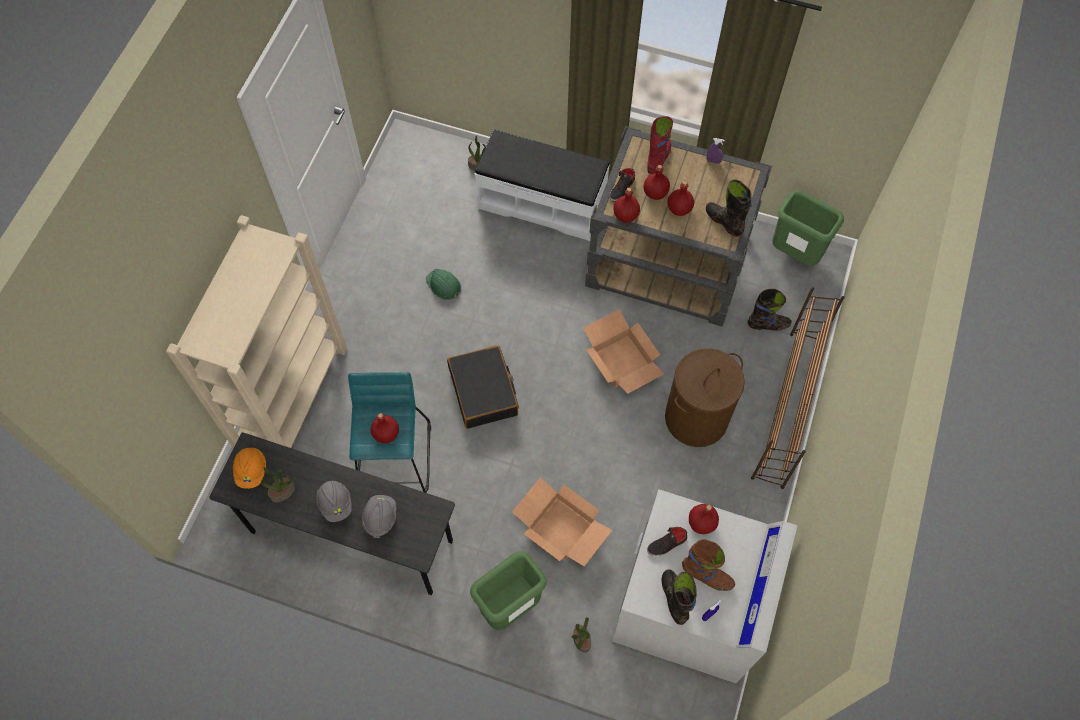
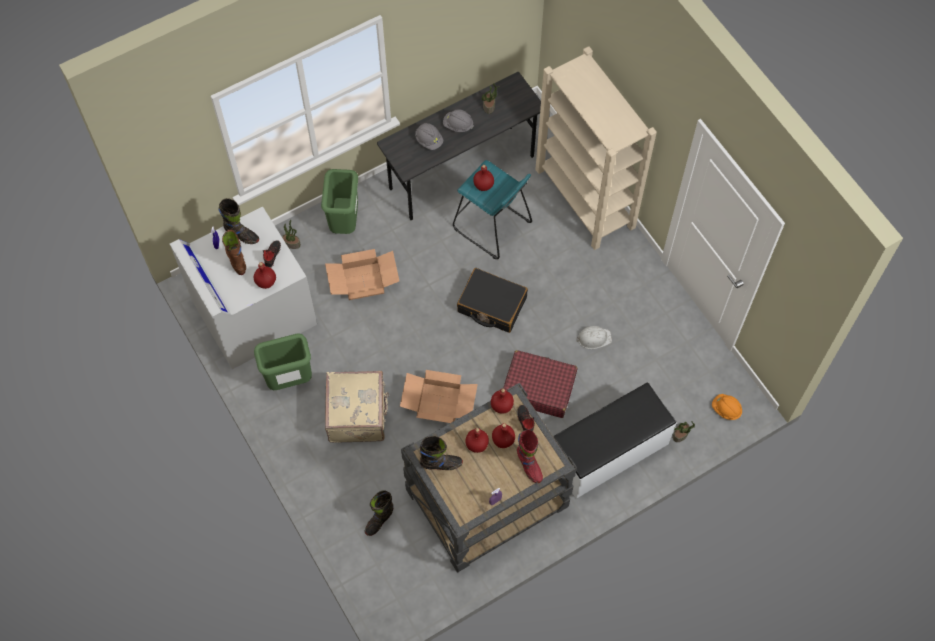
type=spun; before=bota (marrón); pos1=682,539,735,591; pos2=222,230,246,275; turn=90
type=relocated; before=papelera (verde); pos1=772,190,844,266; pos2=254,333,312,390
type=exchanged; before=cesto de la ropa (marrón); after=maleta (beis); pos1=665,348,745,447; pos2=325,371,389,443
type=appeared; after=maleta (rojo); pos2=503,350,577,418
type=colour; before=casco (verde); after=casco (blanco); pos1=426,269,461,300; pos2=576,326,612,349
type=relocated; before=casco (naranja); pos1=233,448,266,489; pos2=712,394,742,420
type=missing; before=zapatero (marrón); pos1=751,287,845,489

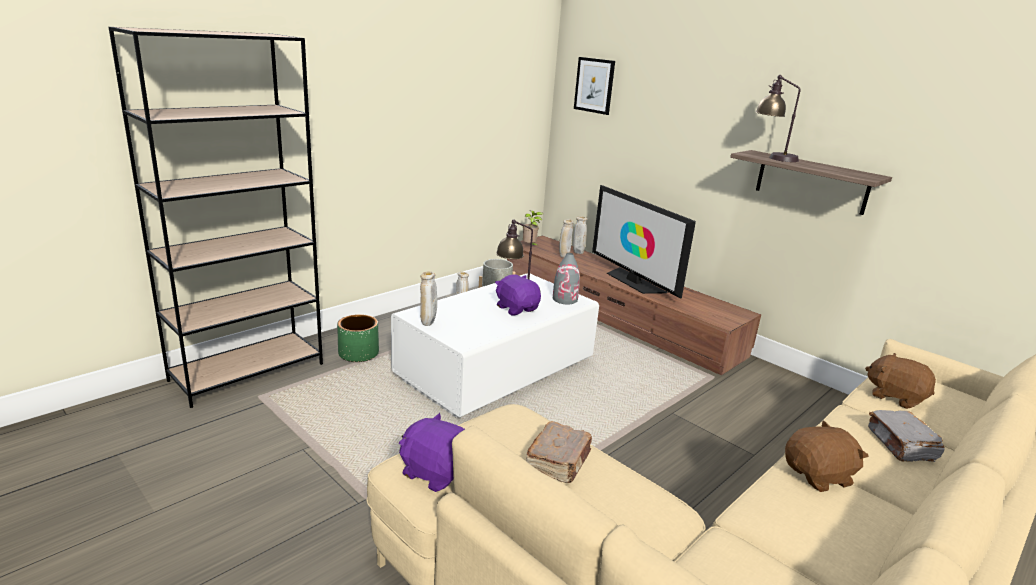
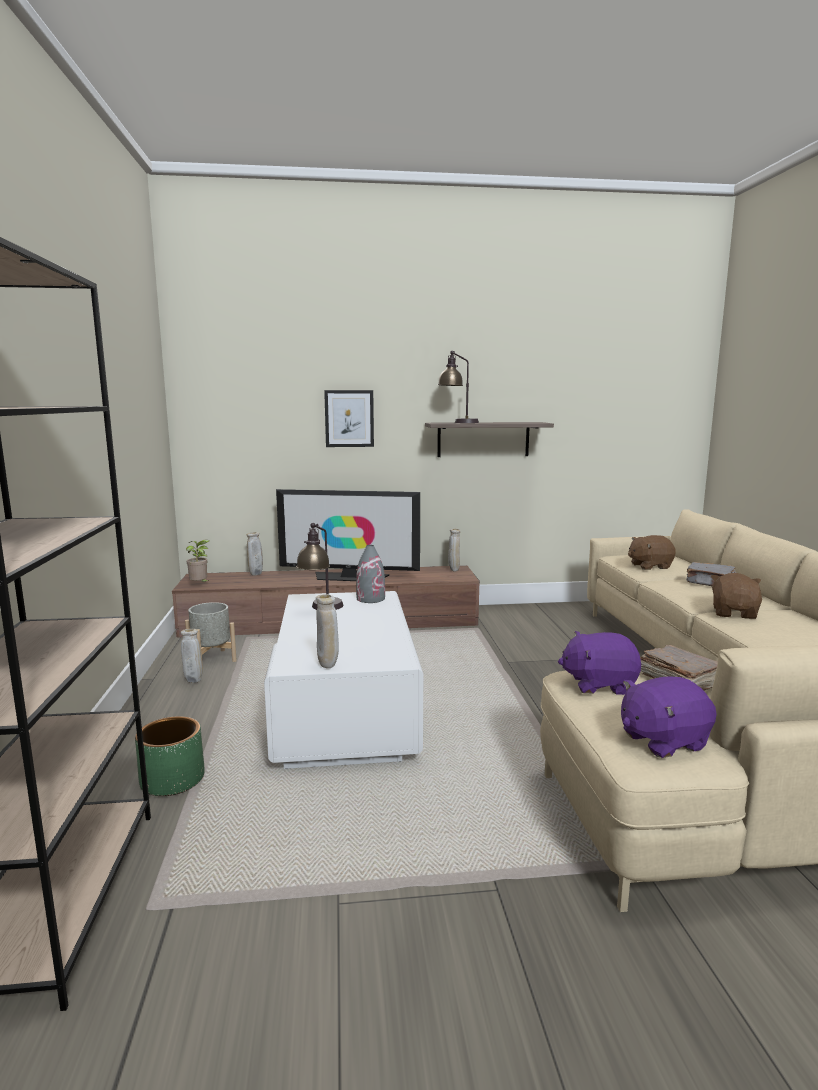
type=relocated; before=cuadro; pos1=574,57,615,115; pos2=324,390,374,447
type=relocated; before=florero (beis); pos1=559,219,574,258; pos2=448,529,460,572
type=relocated; before=peluche (morado); pos1=495,275,541,316; pos2=558,631,641,695

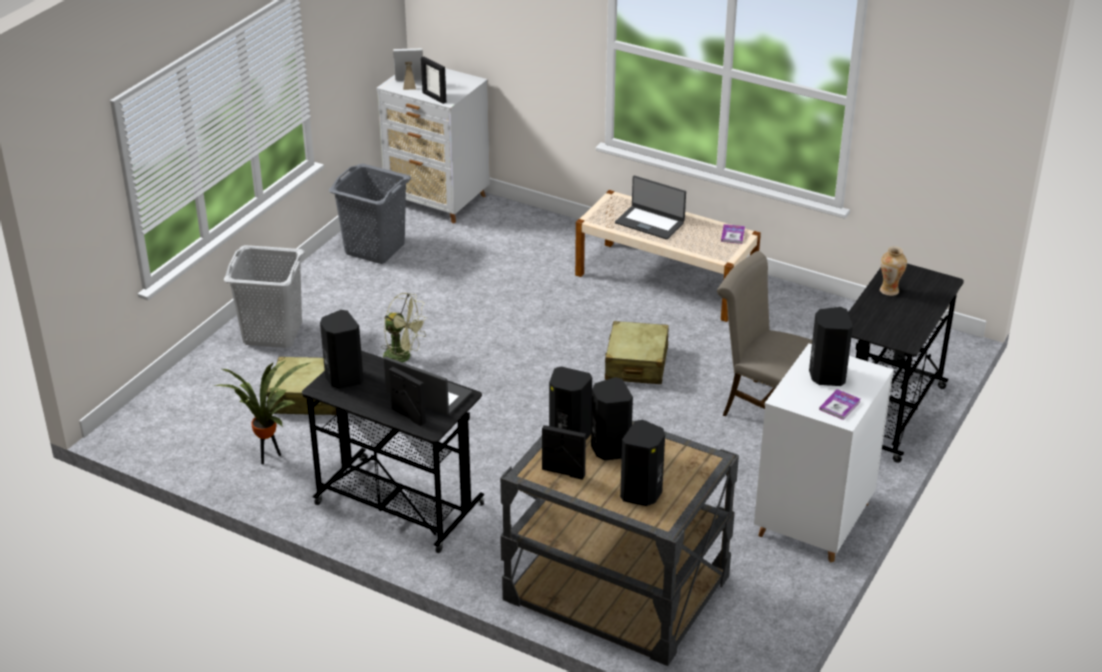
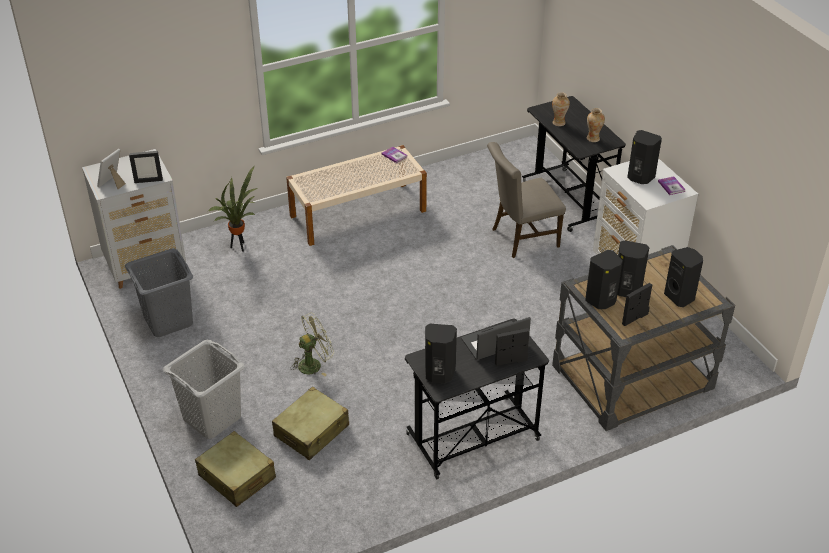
type=relocated; before=maleta (beis); pos1=605,321,669,384; pos2=195,431,276,507
type=relocated; before=planta en maceta; pos1=213,360,310,464; pos2=208,166,258,252
type=appeared; after=florero; pos2=587,108,605,142
type=missing; before=portátil; pos1=615,176,686,240

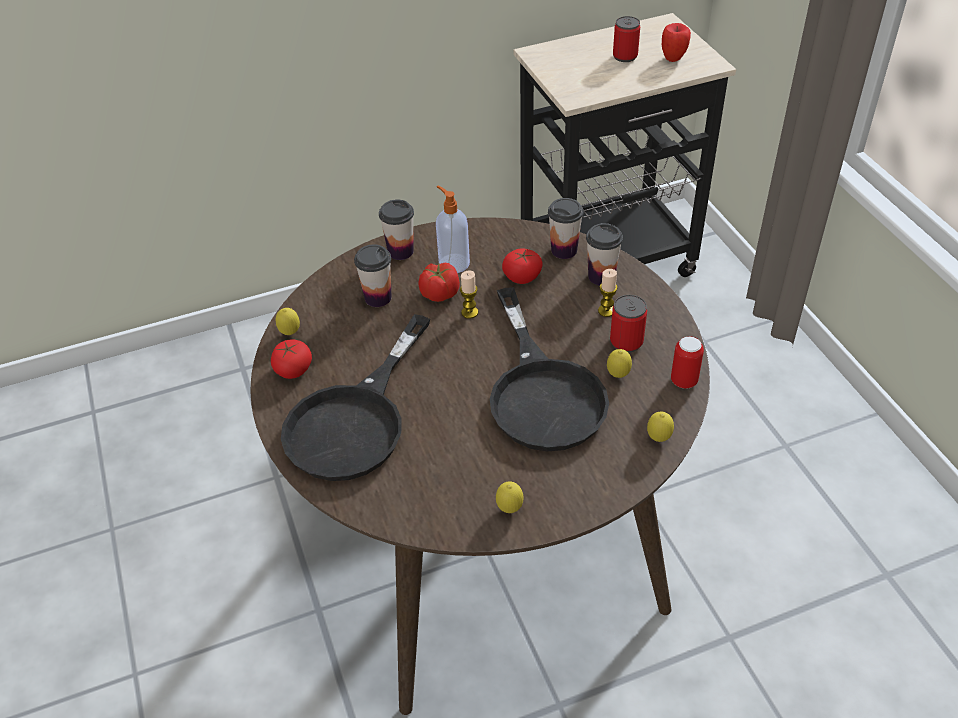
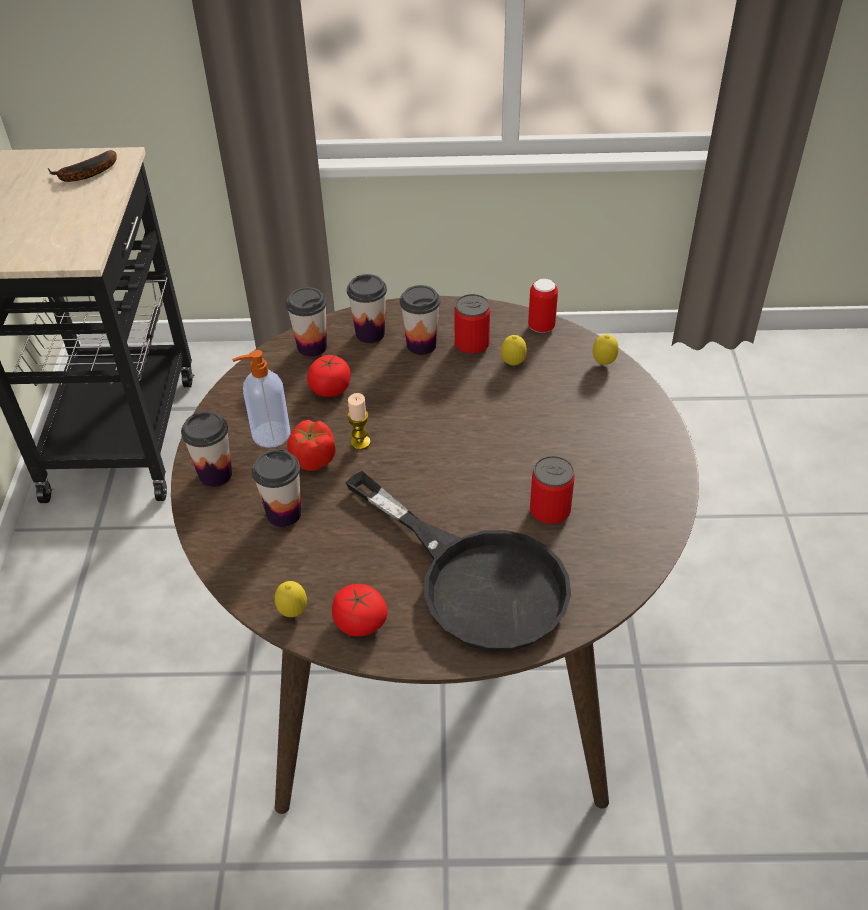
type=exchanged; before=manzana; after=plátano; pos1=662,23,691,62; pos2=47,150,117,182
type=exchanged; before=vela; after=taza; pos1=598,269,618,317; pos2=400,285,440,355
type=relocated; before=lata; pos1=613,16,640,62; pos2=530,456,575,526
type=missing; before=sartén (negro); pos1=490,287,609,451
type=missing; before=limón; pos1=496,481,524,513

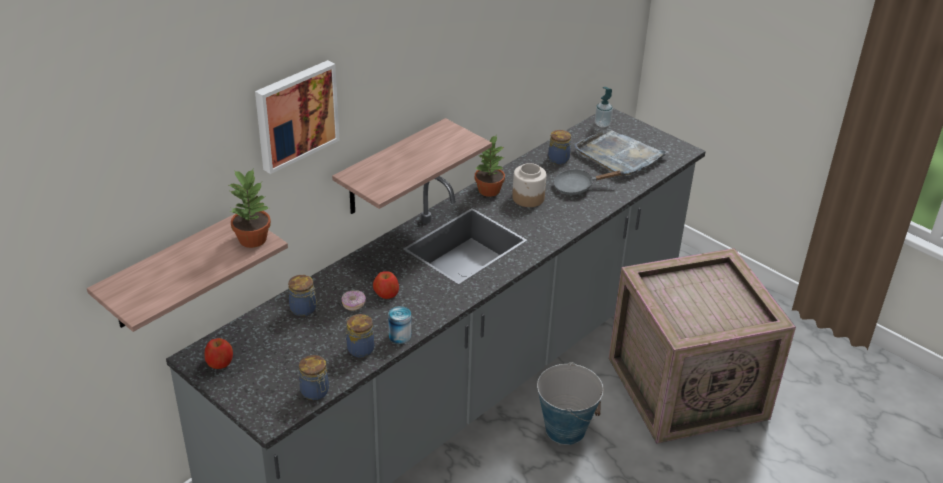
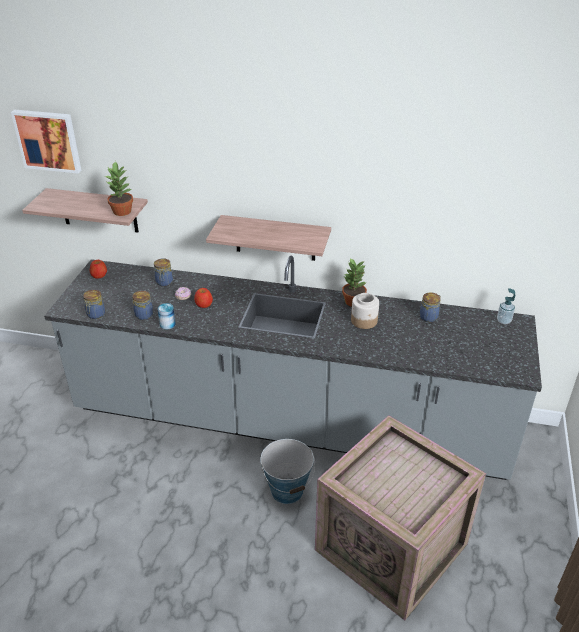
type=relocated; before=cuadro; pos1=255,60,340,174; pos2=11,110,81,173
type=missing; before=sartén (gris); pos1=554,169,622,195
type=missing; before=bandeja (gris); pos1=574,130,668,176

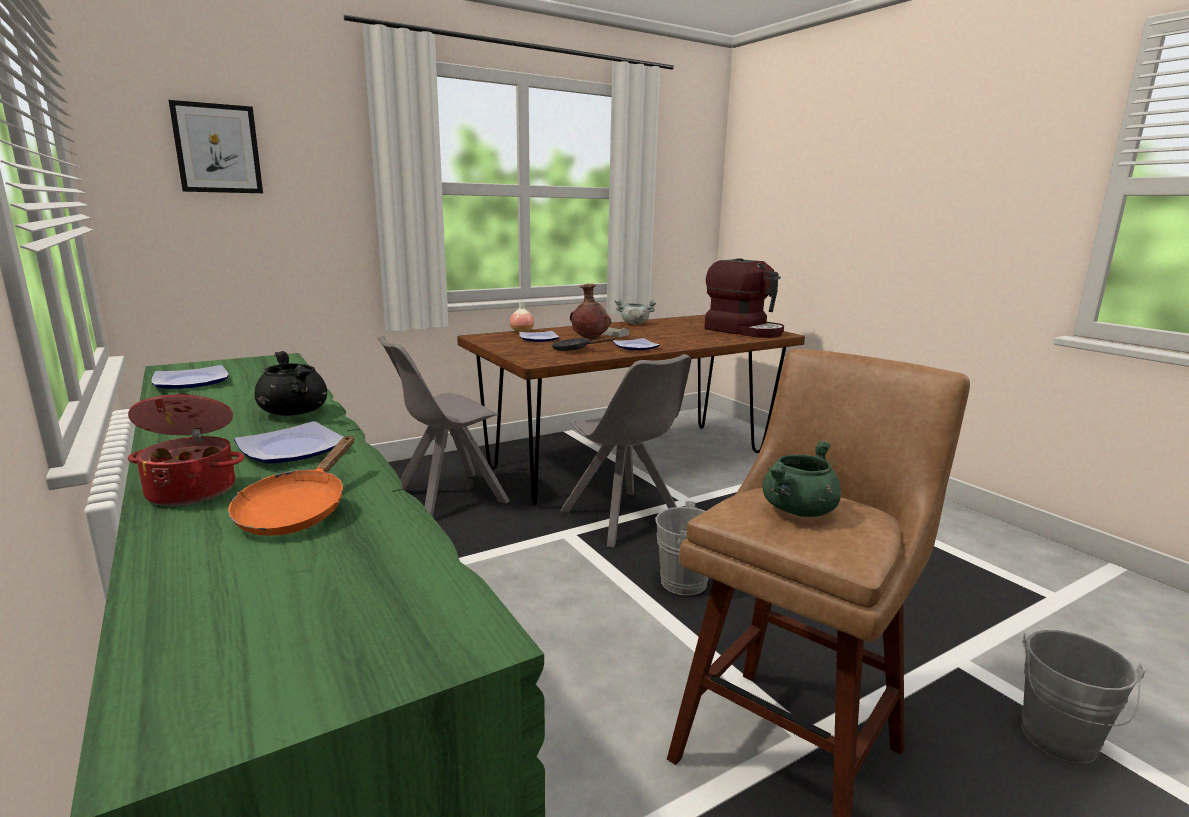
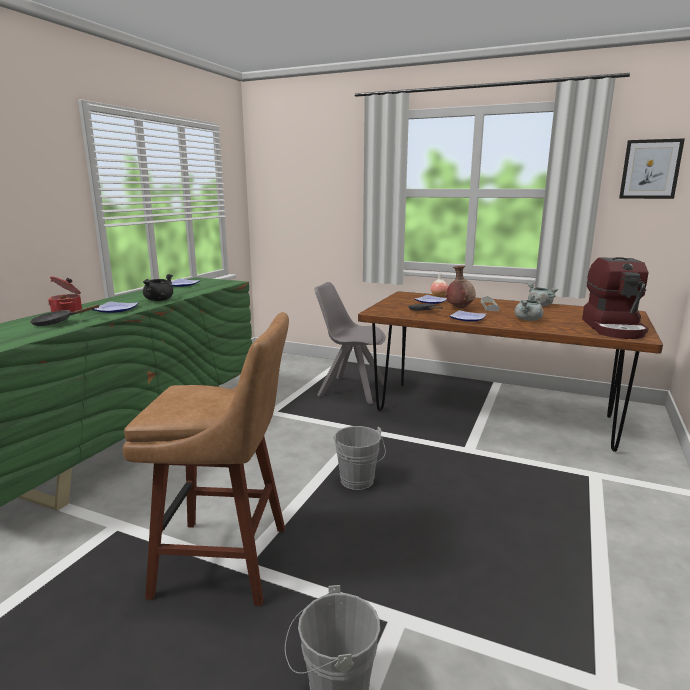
type=colour; before=sartén (naranja); after=sartén (negro); pos1=228,436,354,536; pos2=30,305,100,326
type=appeared; after=olla (gris); pos2=515,294,544,321
type=relocated; before=cuadro; pos1=168,100,263,193; pos2=619,138,685,199
type=missing; before=silla (gris); pos1=561,354,691,548
type=missing; before=olla (verde); pos1=762,440,841,517

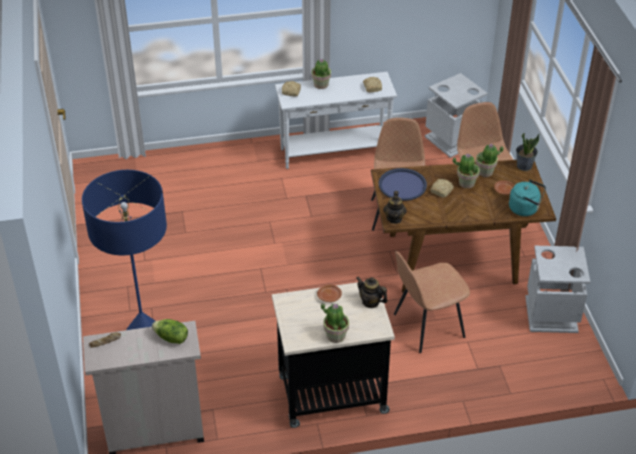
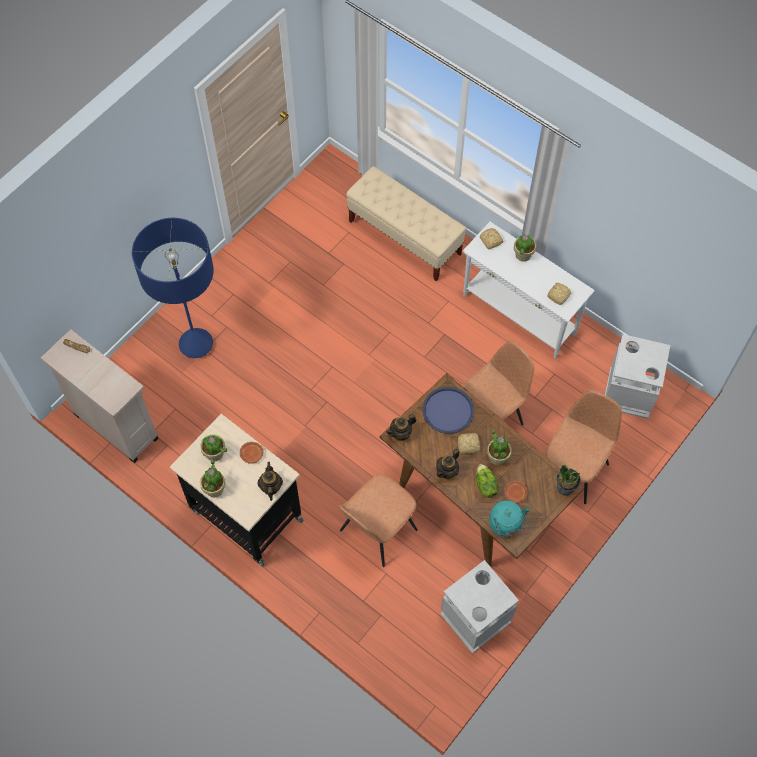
type=relocated; before=planta en maceta; pos1=476,143,503,177; pos2=200,434,228,461
type=spun; before=silla (marrón); pos1=394,251,470,353; pos2=338,475,418,567; turn=-75
type=appeared; after=banco (beis); pos2=346,166,466,281
type=appeared; after=tetera; pos2=436,449,459,479
type=relocated; before=lechuga; pos1=152,319,188,344; pos2=476,464,499,498

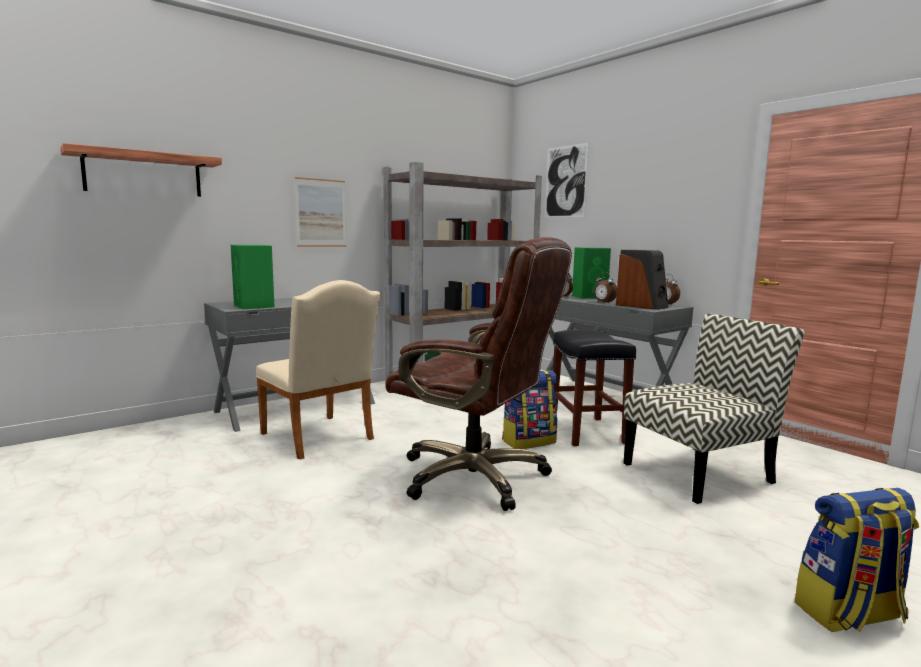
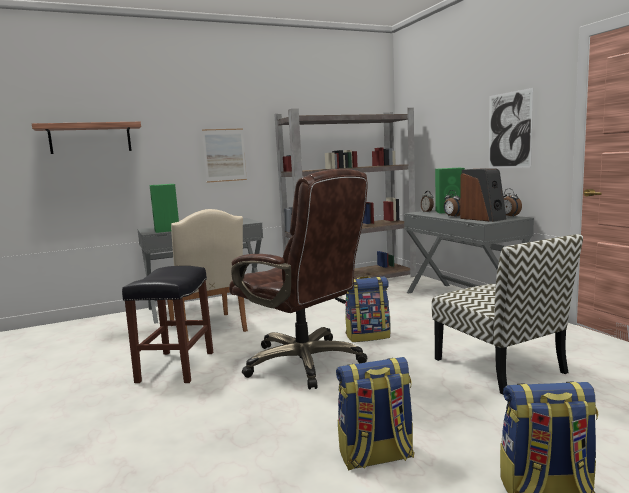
type=relocated; before=taburete (negro); pos1=553,329,636,446; pos2=122,266,213,383
type=appeared; after=mochila; pos2=336,357,414,471
type=spun; before=silla; pos1=623,313,805,504; pos2=432,234,583,395; turn=75
type=relocated; before=cuadro; pos1=545,143,588,218; pos2=489,88,533,168

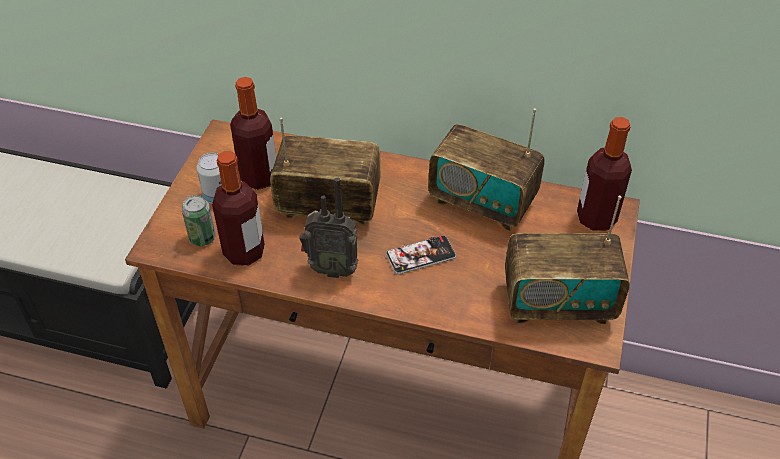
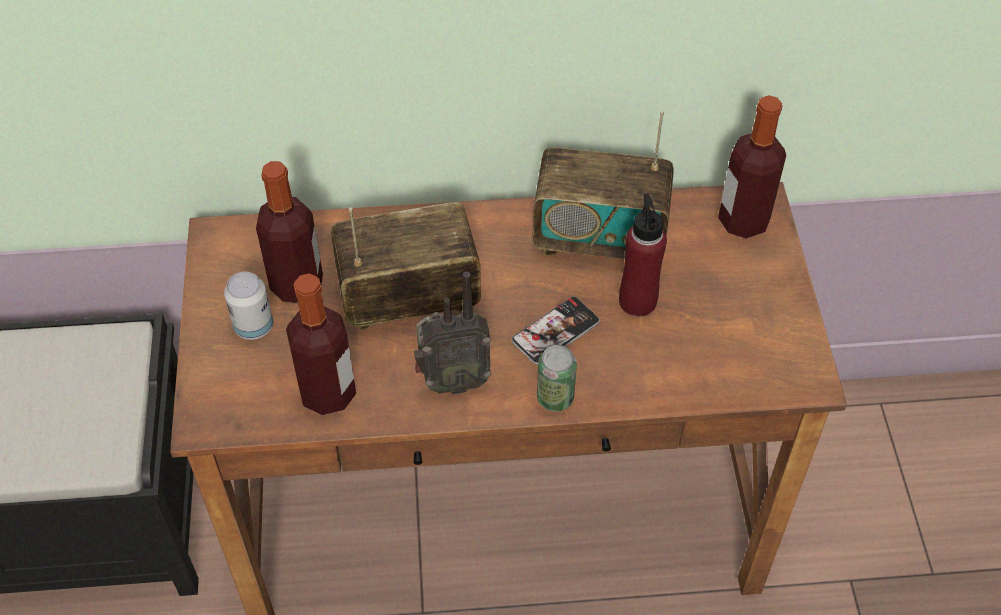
type=relocated; before=lata; pos1=182,195,216,246; pos2=537,345,577,412
type=appeared; after=botella (rojo); pos2=619,193,667,317
type=missing; before=radio; pos1=505,196,630,324

